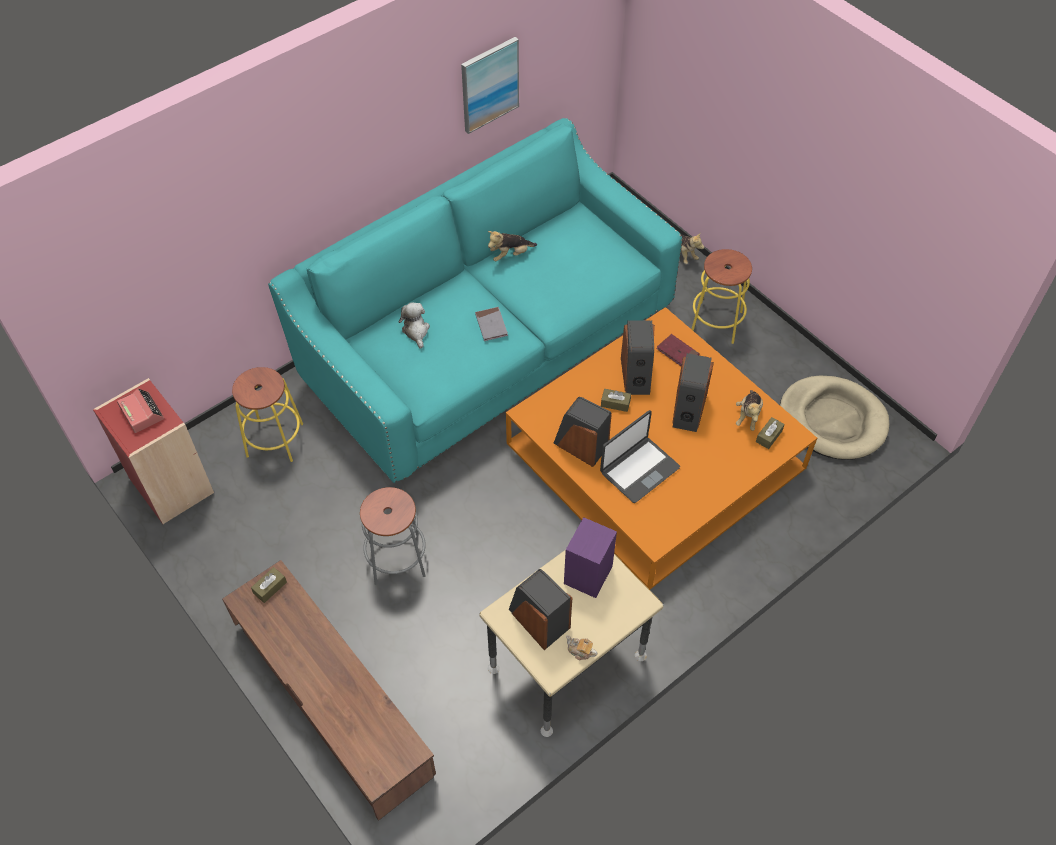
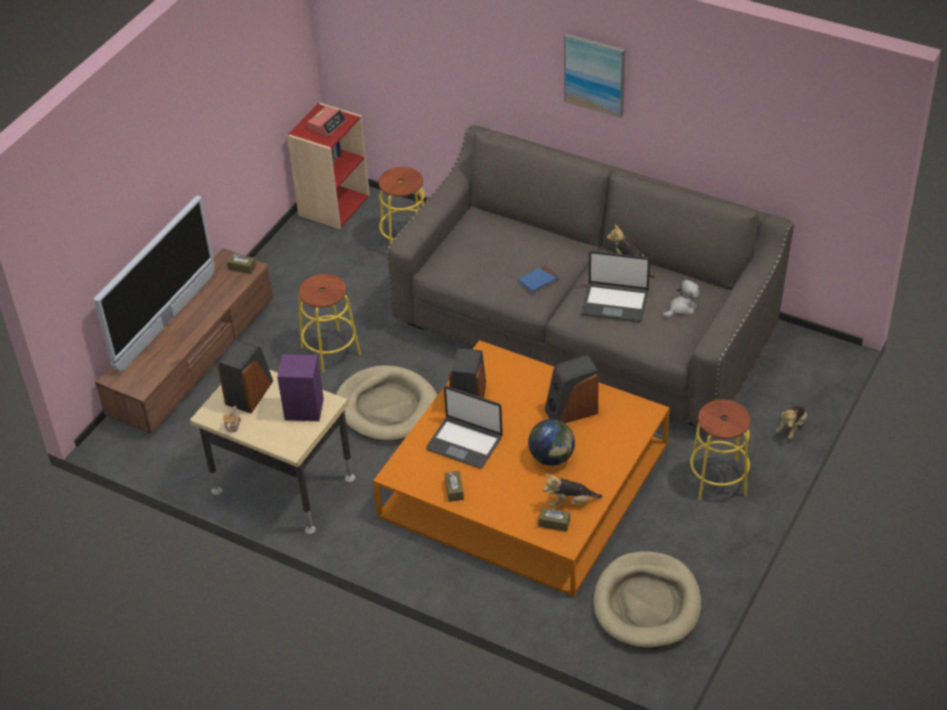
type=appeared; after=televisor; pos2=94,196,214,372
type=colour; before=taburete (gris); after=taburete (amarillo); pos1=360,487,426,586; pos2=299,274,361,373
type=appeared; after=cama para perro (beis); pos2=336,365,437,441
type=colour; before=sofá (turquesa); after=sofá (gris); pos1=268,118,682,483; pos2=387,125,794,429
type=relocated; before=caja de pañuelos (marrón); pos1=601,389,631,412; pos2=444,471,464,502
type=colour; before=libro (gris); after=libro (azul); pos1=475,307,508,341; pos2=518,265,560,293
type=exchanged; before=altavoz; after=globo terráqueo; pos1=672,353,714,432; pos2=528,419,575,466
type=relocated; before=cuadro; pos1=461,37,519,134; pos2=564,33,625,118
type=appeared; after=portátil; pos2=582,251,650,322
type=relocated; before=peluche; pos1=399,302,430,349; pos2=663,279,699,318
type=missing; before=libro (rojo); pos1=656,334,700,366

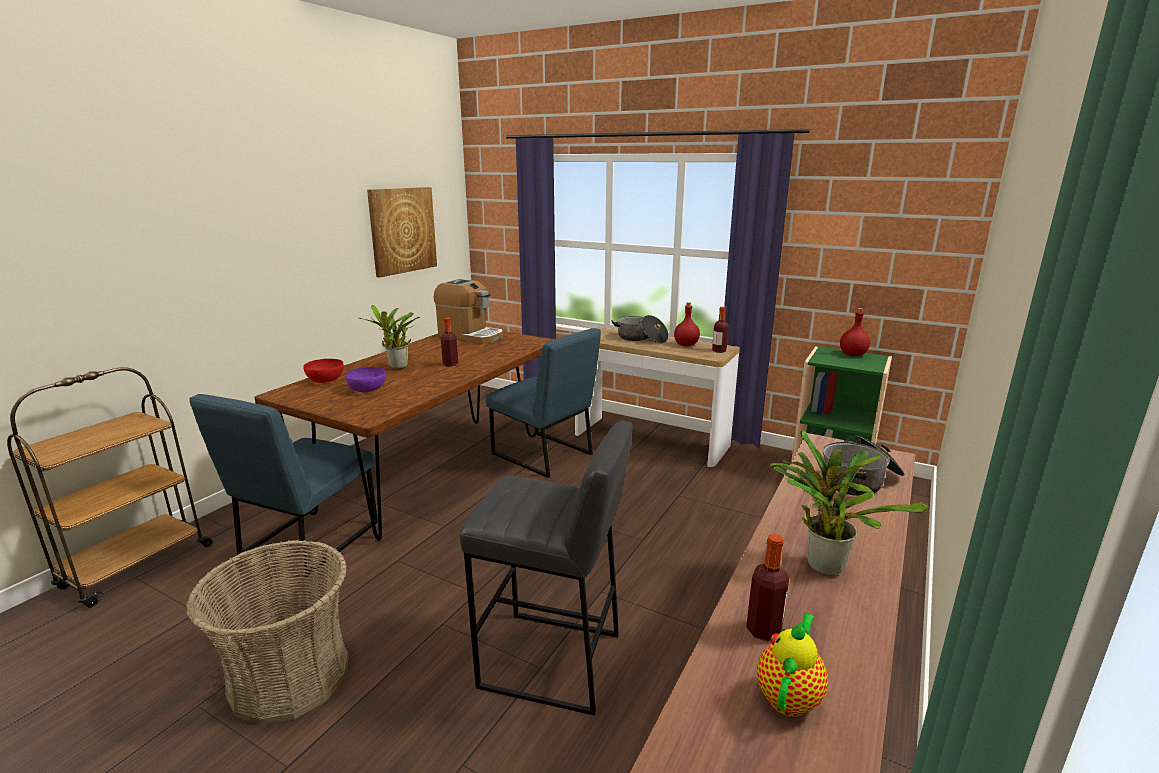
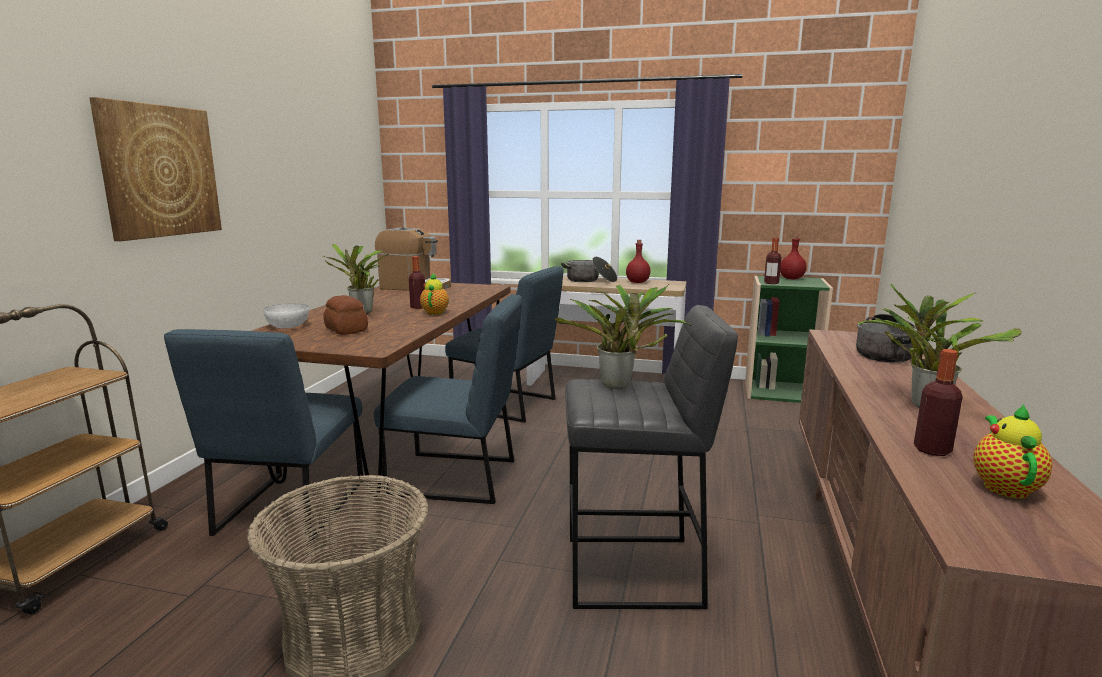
type=relocated; before=cuadro; pos1=367,187,437,277; pos2=89,97,222,241
type=colour; before=cuenco (rojo); after=cuenco (blanco); pos1=303,359,344,383; pos2=263,303,309,328
type=exchanged; before=cuenco (morado); after=pan; pos1=345,367,386,392; pos2=323,295,368,335
type=appeared; after=silla (azul); pos2=374,294,522,504
type=appeared; after=tetera; pos2=420,273,449,315
type=appeared; after=planta en maceta; pos2=555,284,692,389
type=relocated; before=botella; pos1=712,307,729,353; pos2=764,238,782,284

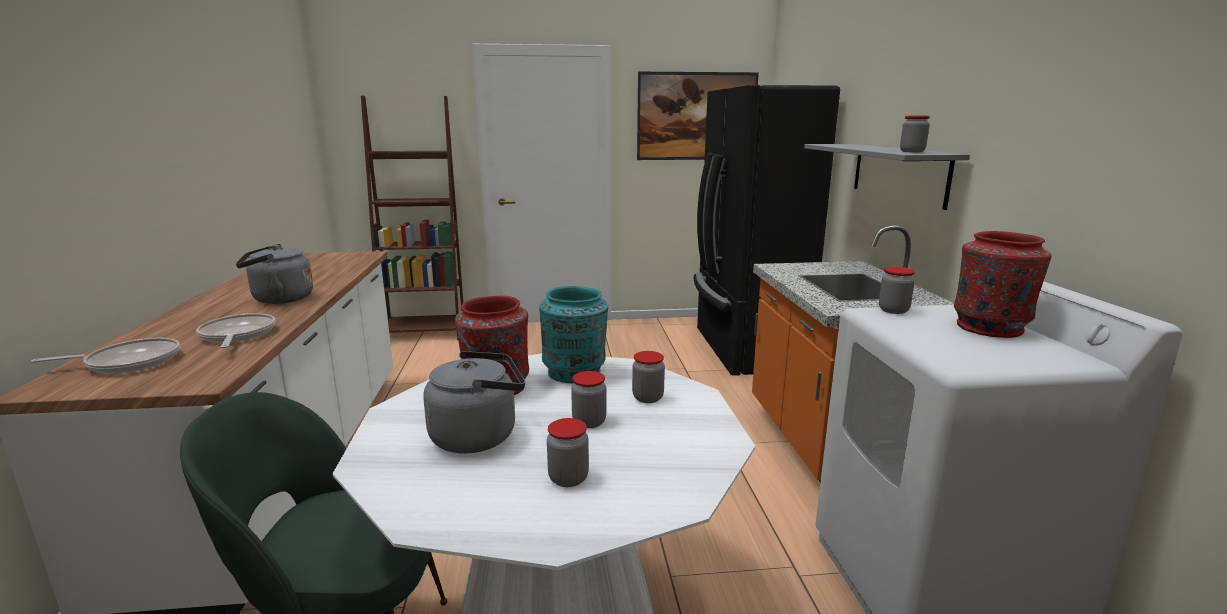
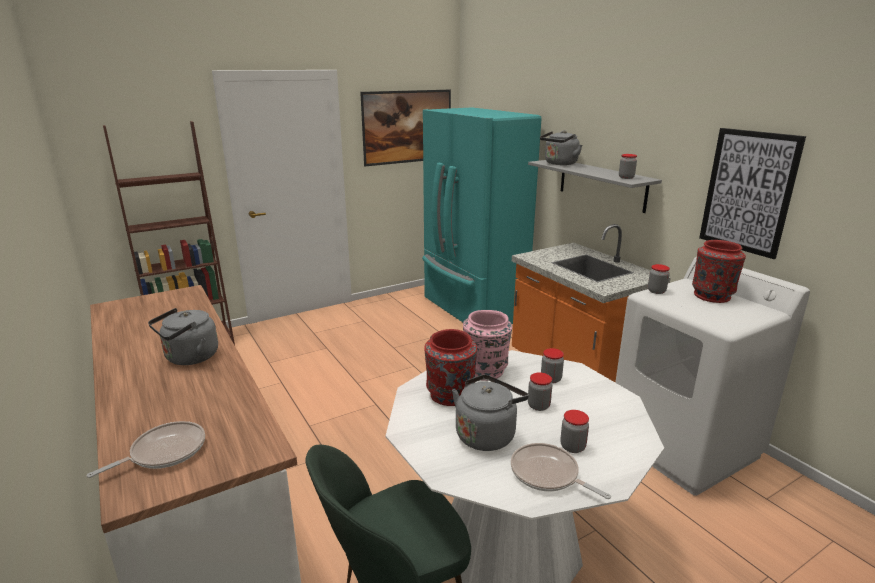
type=colour; before=nevera (negro); after=nevera (turquesa); pos1=693,85,840,376; pos2=422,107,542,324
type=colour; before=florero (turquesa); after=florero (rosa); pos1=539,286,608,383; pos2=463,310,512,381
type=relocated; before=sartén; pos1=196,313,275,348; pos2=511,443,611,499
type=appeared; after=hervidor (gris); pos2=540,130,582,165
type=appeared; after=cuadro; pos2=699,128,806,259

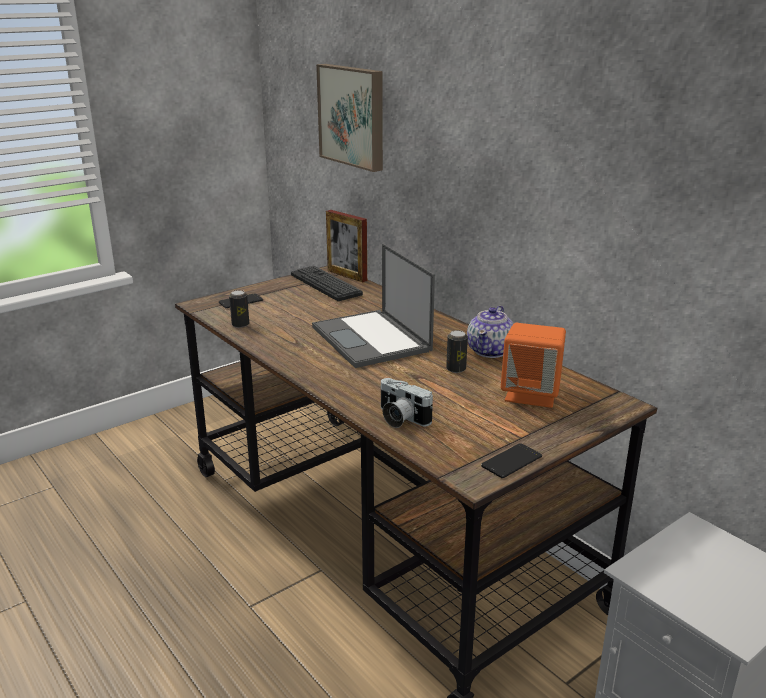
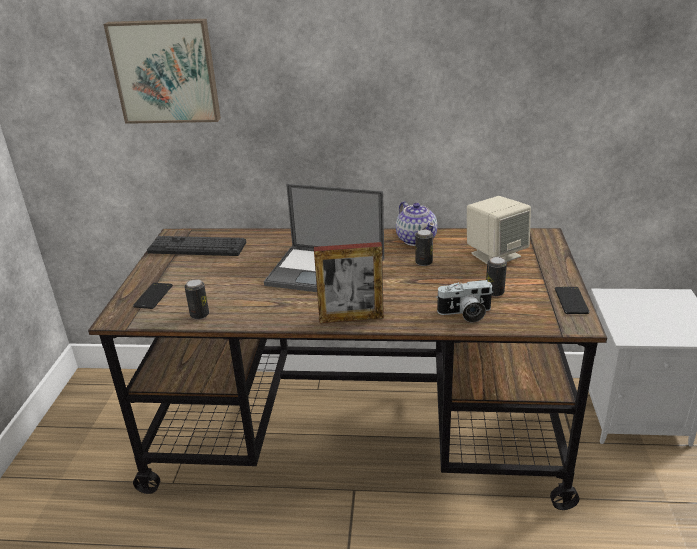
type=relocated; before=portarretratos; pos1=326,210,367,282; pos2=314,242,384,323
type=colour; before=altavoz (naranja); after=altavoz (beis); pos1=501,323,566,408; pos2=467,196,531,264
type=appeared; after=lata; pos2=486,257,507,297

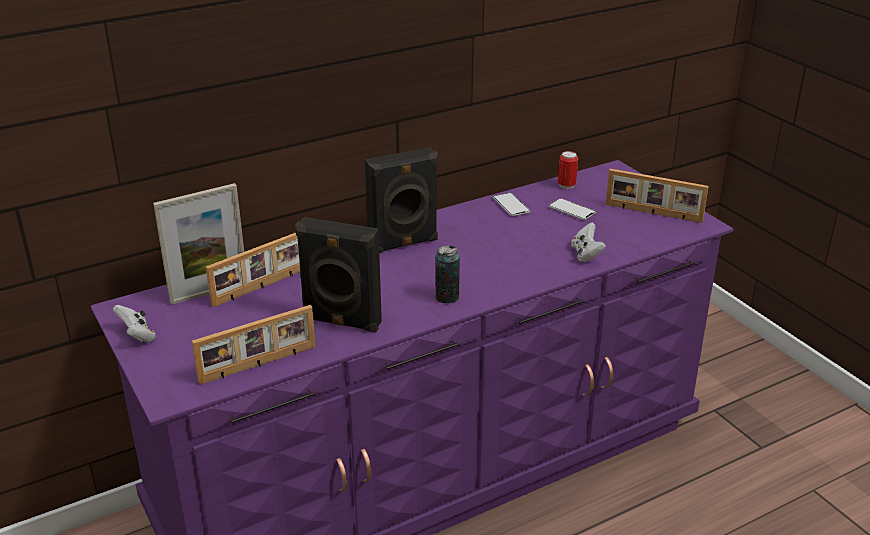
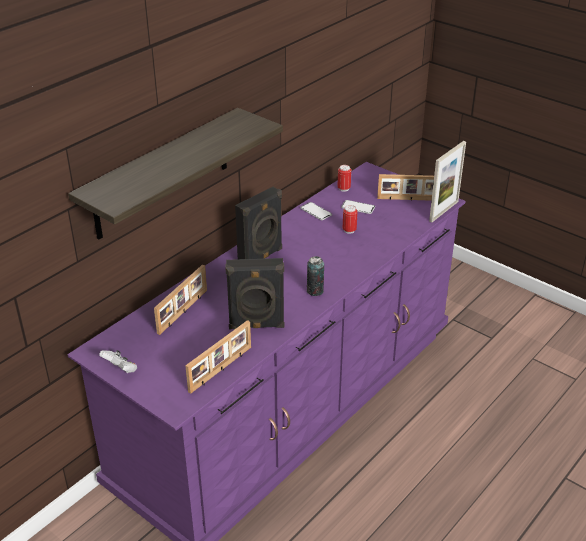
type=appeared; after=estante; pos2=68,108,283,240
type=appeared; after=lata; pos2=343,205,358,234
type=relocated; before=portarretratos; pos1=153,183,244,305; pos2=429,141,466,222
type=missing; before=mando de consola (blanco); pos1=571,222,606,262

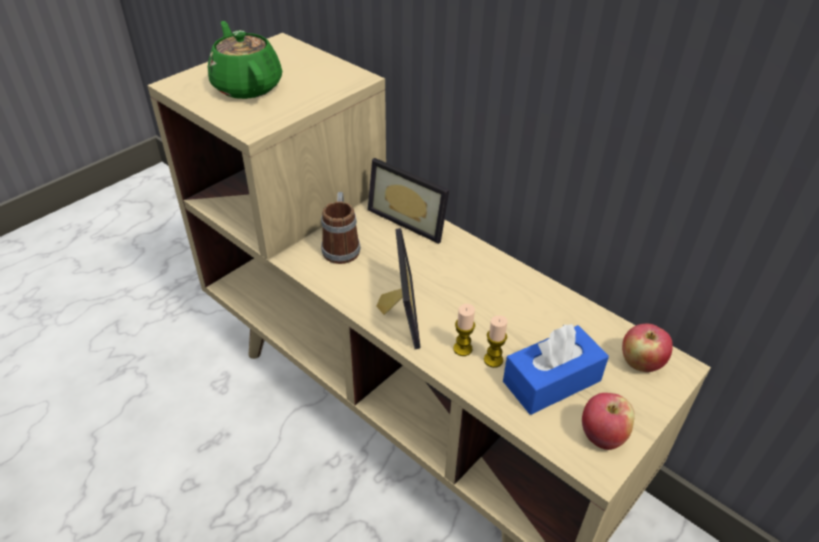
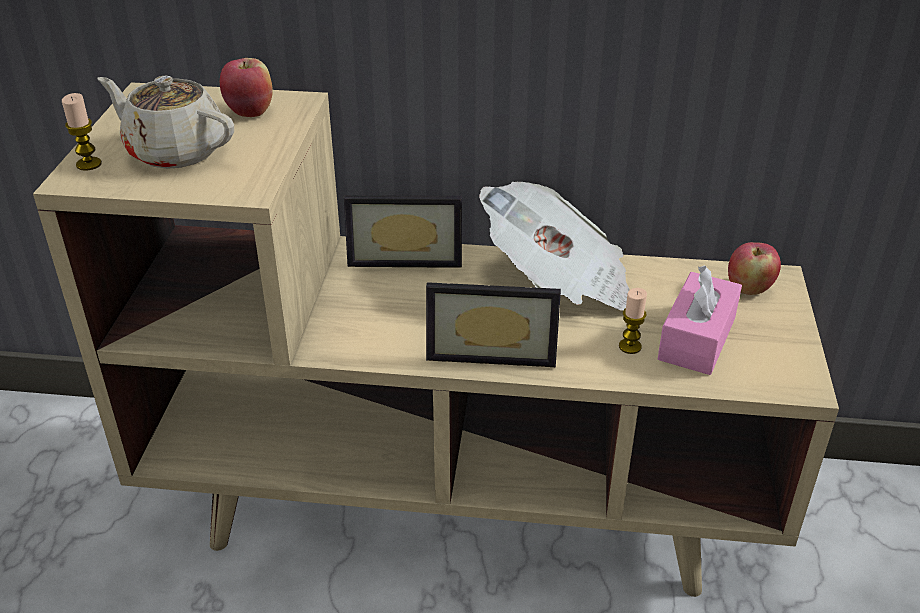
type=relocated; before=vela; pos1=453,304,475,356; pos2=62,93,102,171
type=colour; before=tetera (verde); after=tetera (beis); pos1=208,21,282,99; pos2=98,76,234,169
type=relocated; before=manzana; pos1=582,393,635,450; pos2=220,58,273,117
type=spun; before=portarretratos; pos1=376,228,420,349; pos2=426,282,561,367; turn=135
type=appeared; after=periódico; pos2=479,182,630,311
type=colour; before=caja de pañuelos (azul); after=caja de pañuelos (rosa); pos1=503,324,609,415; pos2=658,265,742,375
type=missing; before=taza grande; pos1=321,192,361,264

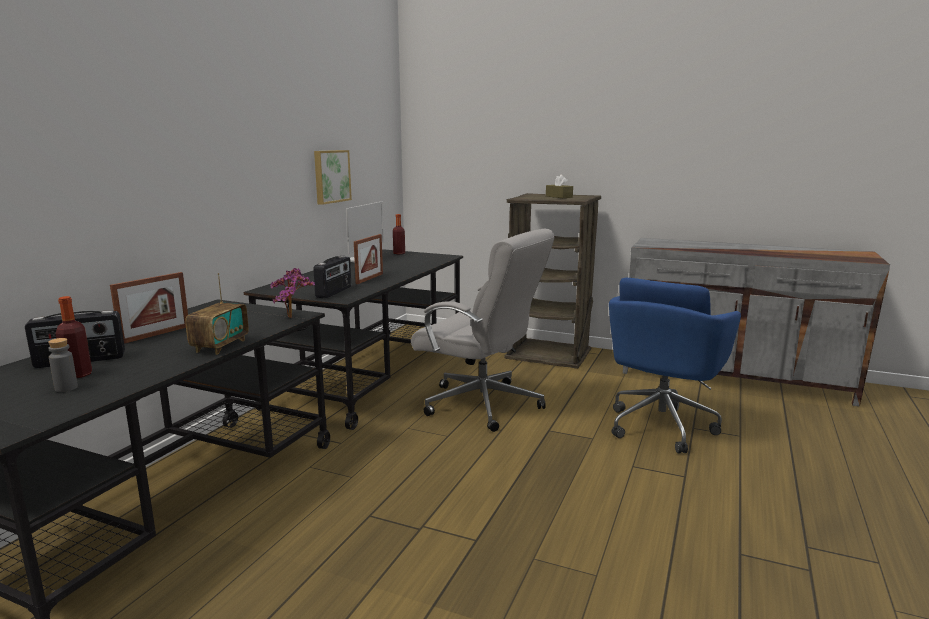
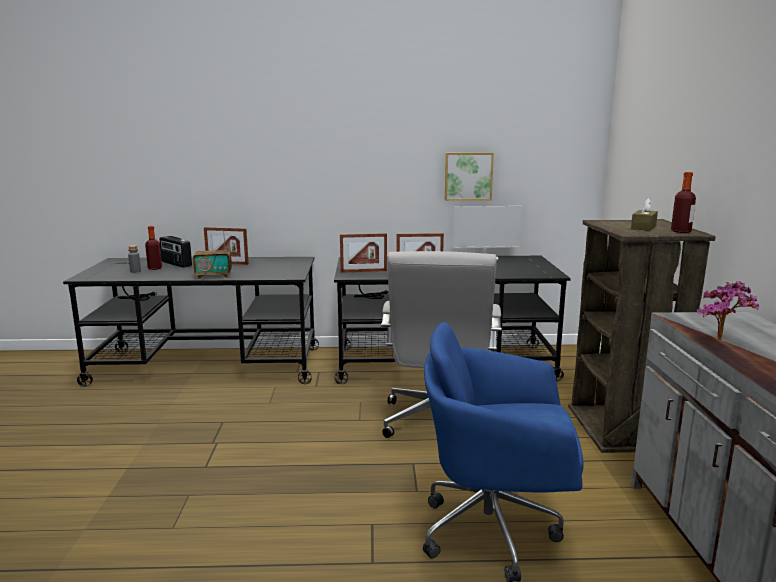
type=exchanged; before=radio; after=portarretratos; pos1=313,256,351,298; pos2=340,233,387,273
type=relocated; before=botella; pos1=393,214,405,254; pos2=671,172,696,233
type=relocated; before=planta en maceta; pos1=270,268,315,318; pos2=697,281,759,340

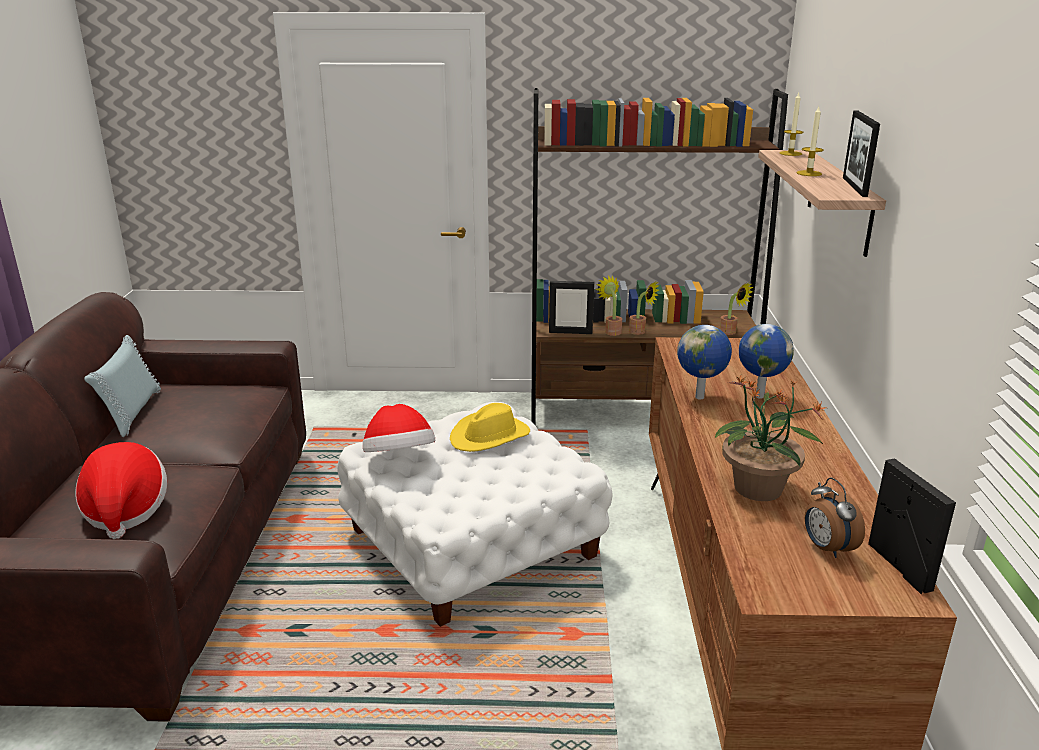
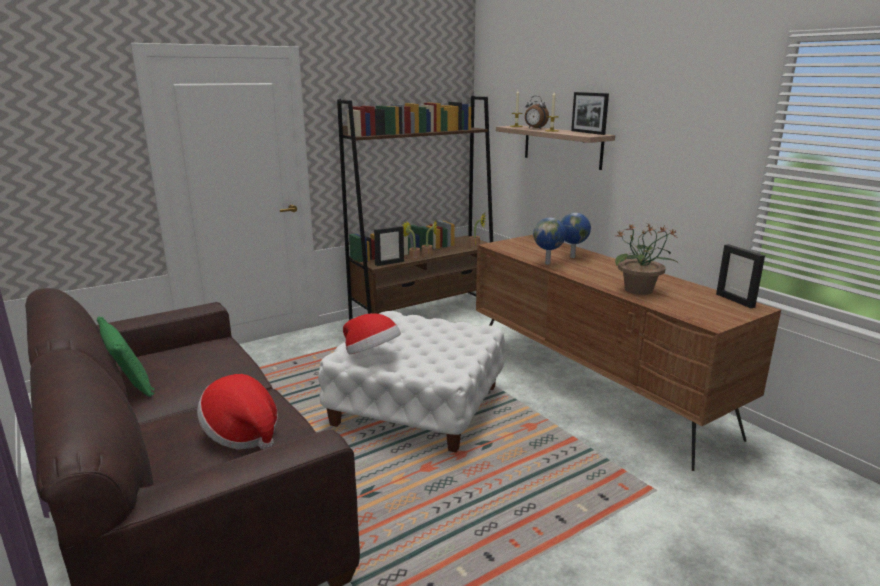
type=colour; before=cojín (azul); after=cojín (verde); pos1=84,335,161,437; pos2=97,317,155,397
type=relocated; before=despertador; pos1=805,478,865,558; pos2=525,96,549,129
type=spun; before=portarretratos; pos1=868,458,956,594; pos2=716,244,765,308; turn=-150
type=missing; before=sombrero (amarillo); pos1=450,403,530,452

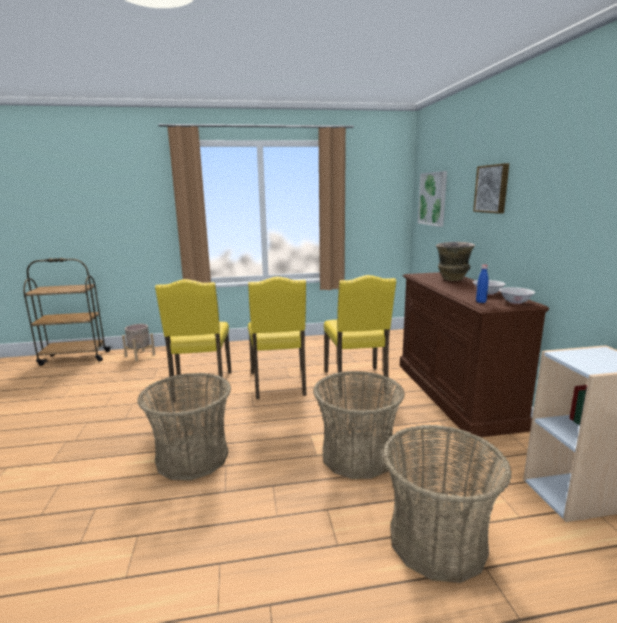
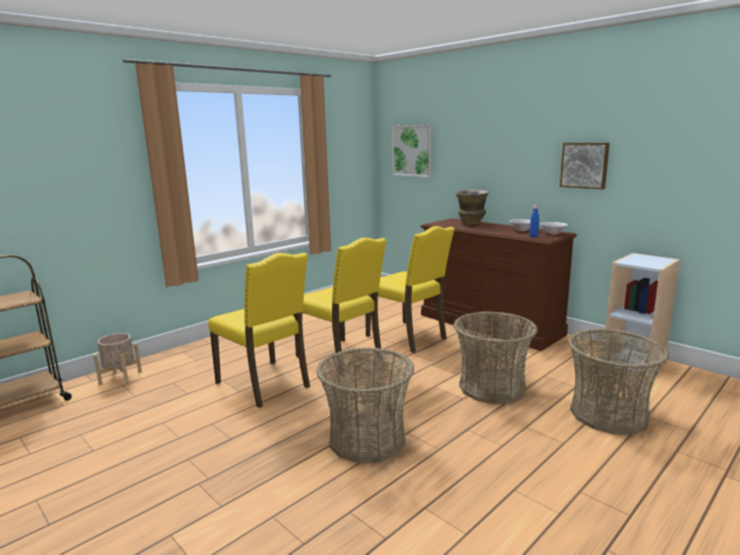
type=relocated; before=cuadro; pos1=473,163,509,214; pos2=560,143,610,189

